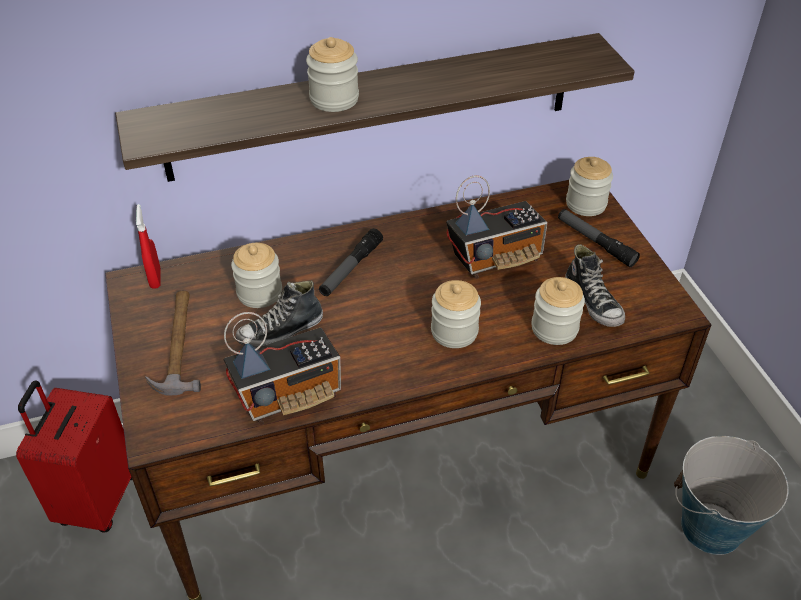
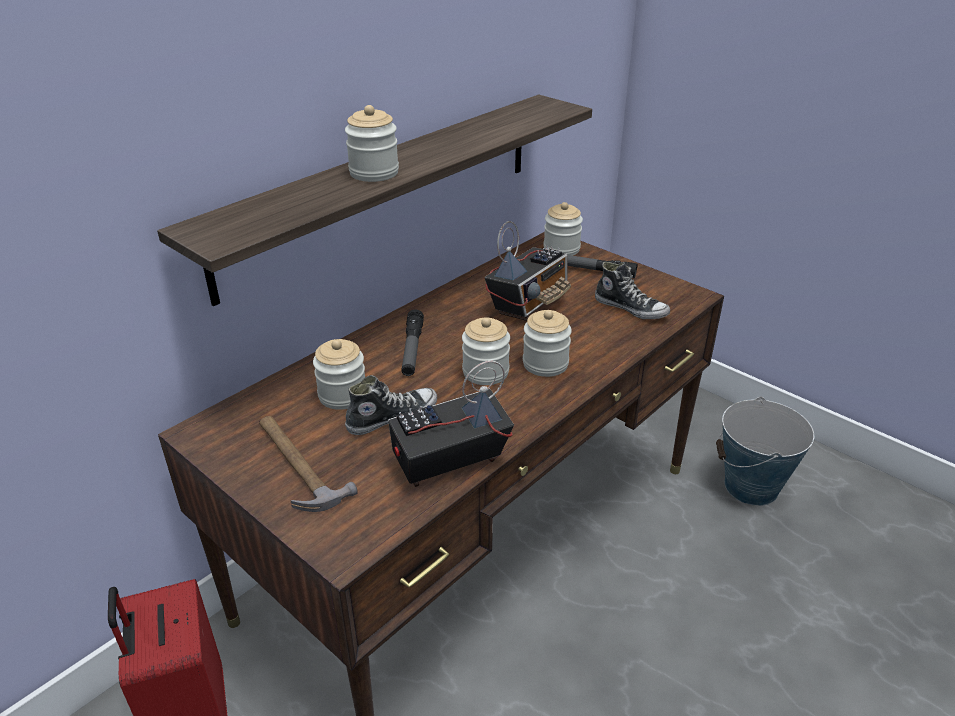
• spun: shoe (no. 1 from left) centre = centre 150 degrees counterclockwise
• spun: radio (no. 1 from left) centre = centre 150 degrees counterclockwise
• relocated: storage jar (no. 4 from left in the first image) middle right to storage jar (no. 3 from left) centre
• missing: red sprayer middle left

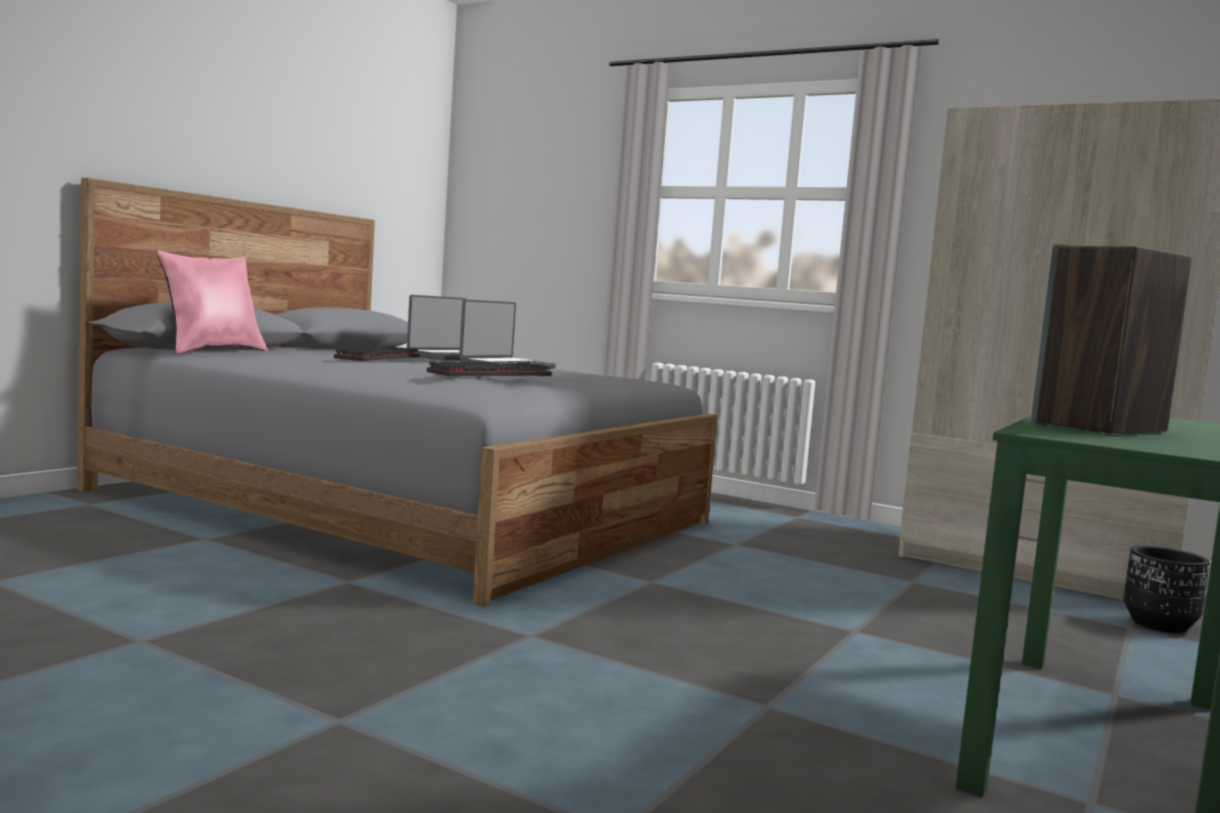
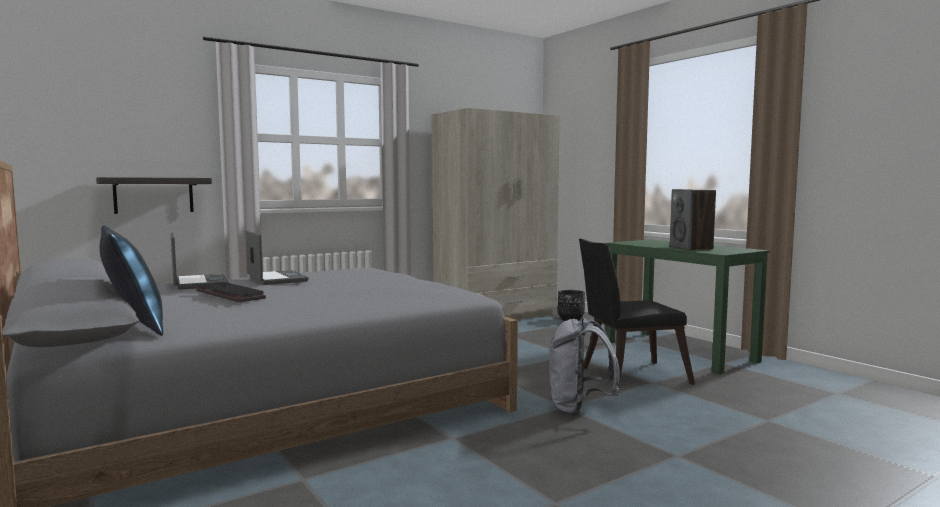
• appeared: wall shelf middle left
• colour: pink throw pillow middle left to blue-coloured throw pillow middle left
• appeared: greyish knapsack bottom centre
• appeared: black upright chair middle right
• missing: PC keyboard (no. 2 from left) centre

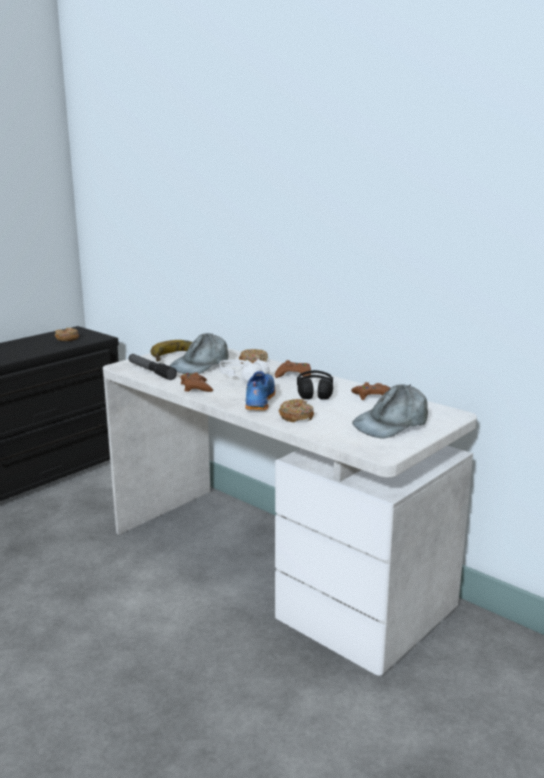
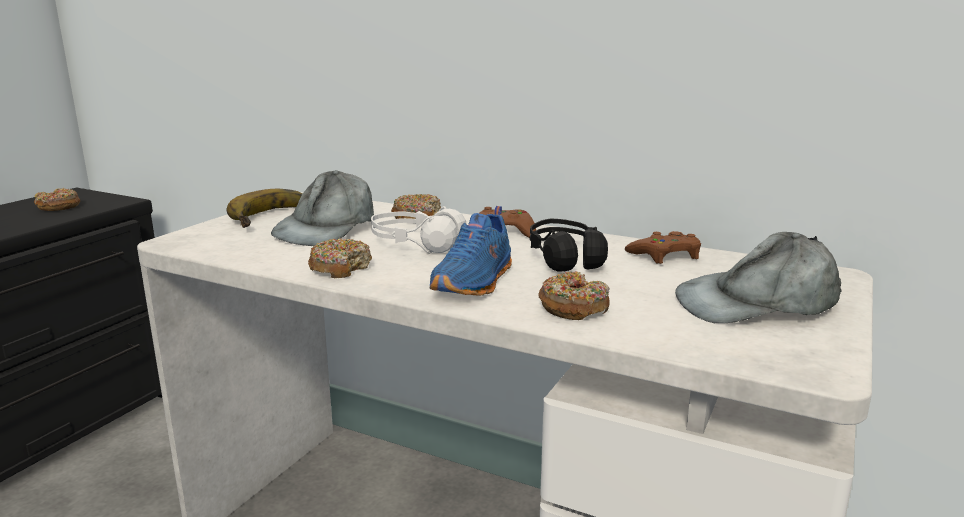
• exchanged: brown-coloured game controller (no. 1 from left) centre to doughnut (no. 2 from left) centre
• spun: blue-coloured shoe centre = centre 150 degrees counterclockwise
• spun: greyish baseball cap (no. 2 from left) middle right = middle right 45 degrees clockwise
• missing: torch middle left

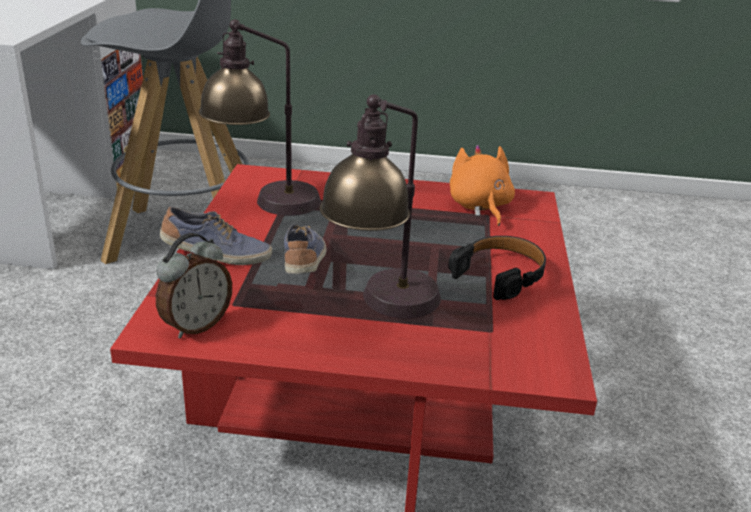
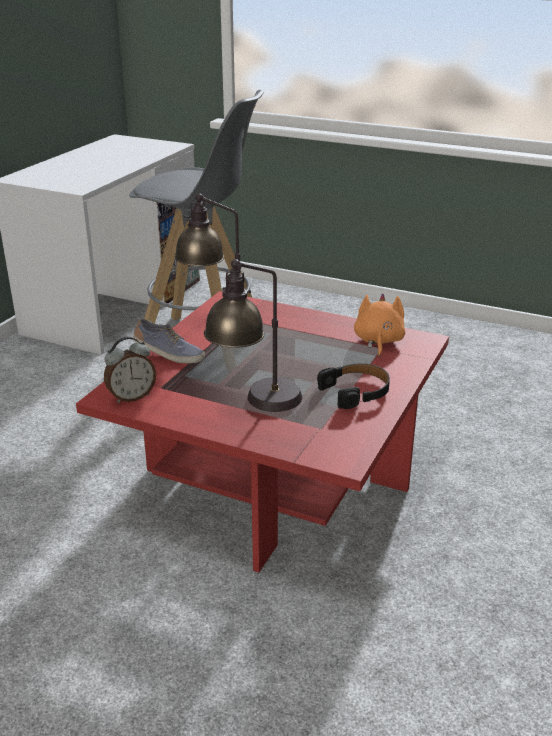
• missing: shoe (no. 2 from left) centre

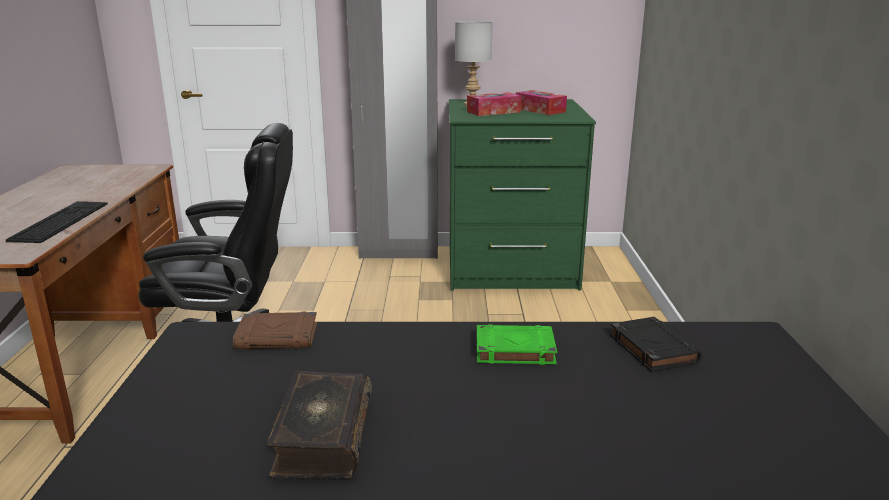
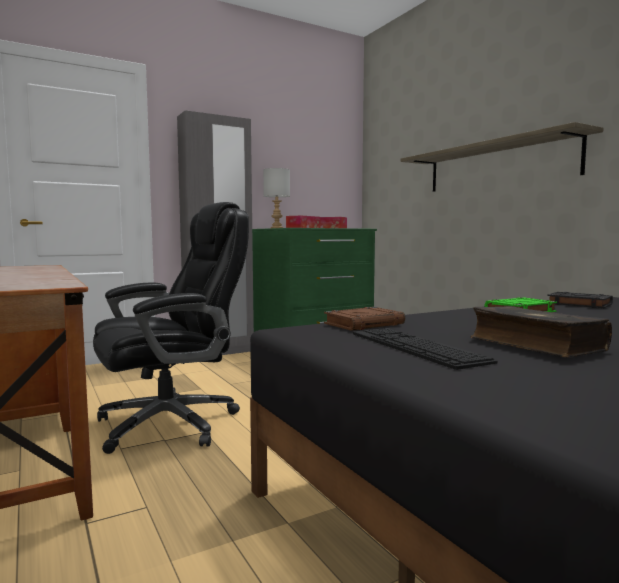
• relocated: PC keyboard middle left to middle right
• appeared: wall shelf top right

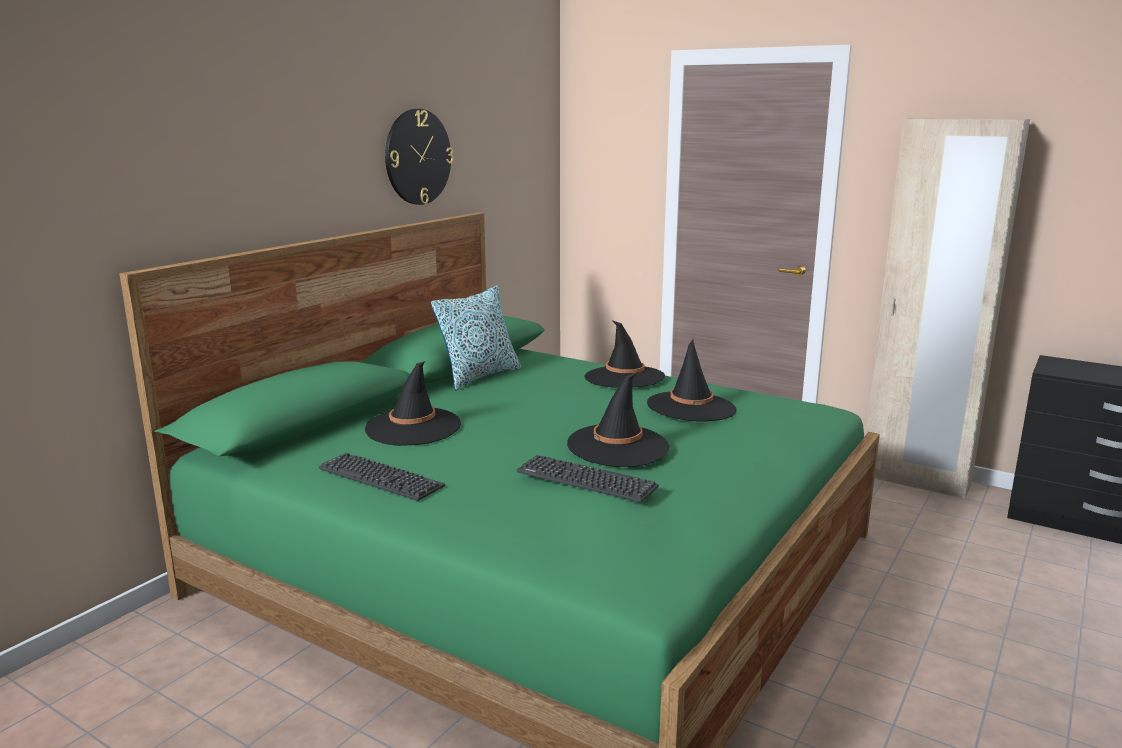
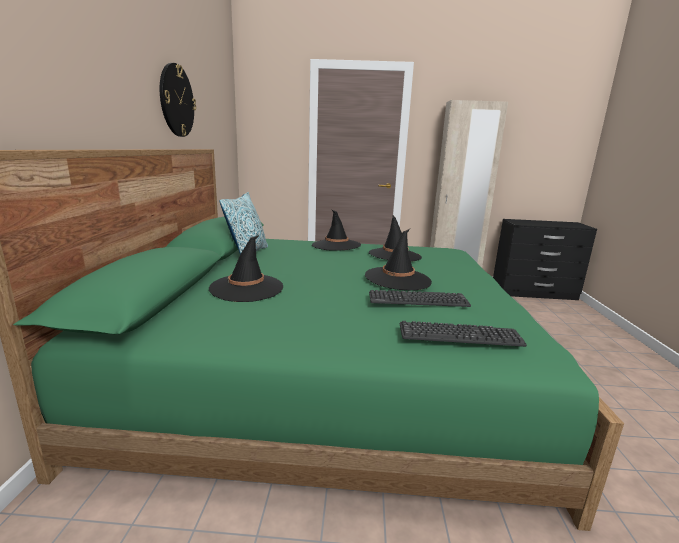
• relocated: PC keyboard (no. 1 from left in the first image) centre to PC keyboard (no. 2 from left) middle right

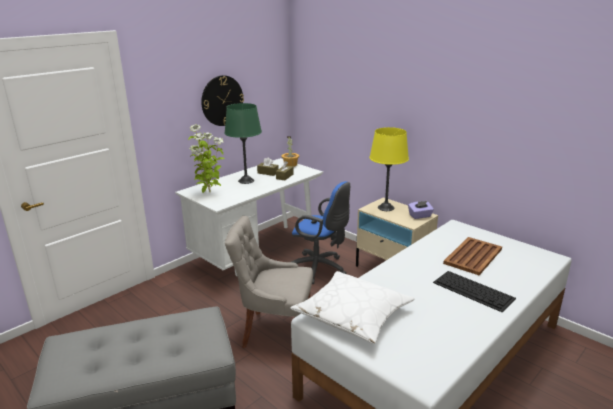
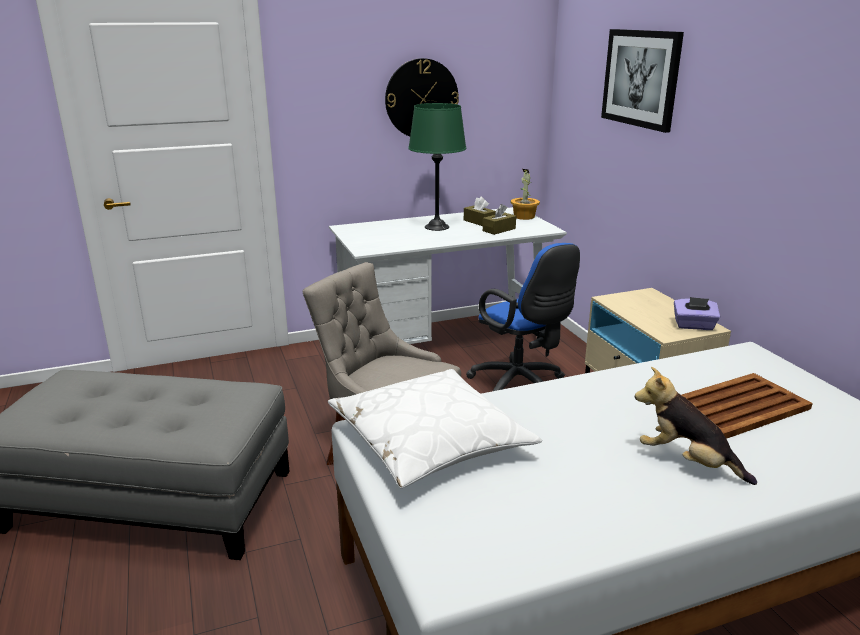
• appeared: wall art top right
• exchanged: PC keyboard bottom right to plush toy bottom right
• missing: houseplant (no. 1 from left) centre
• missing: yellowish lamp for a table centre

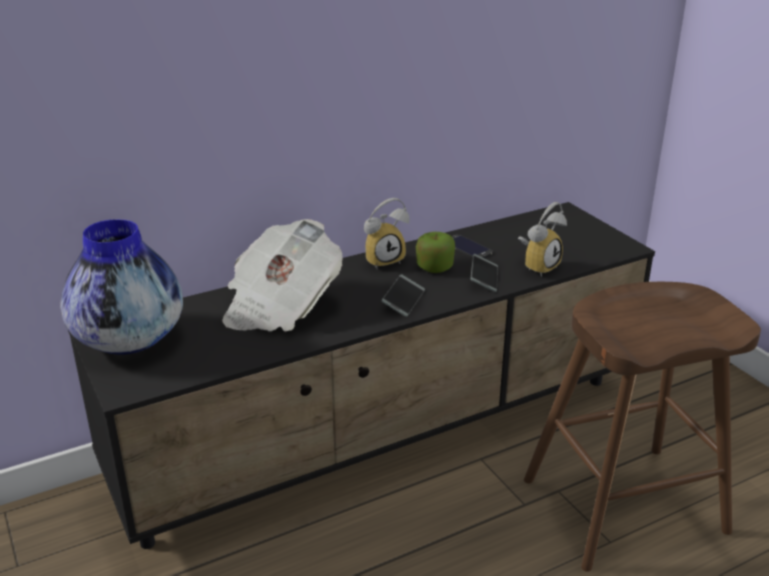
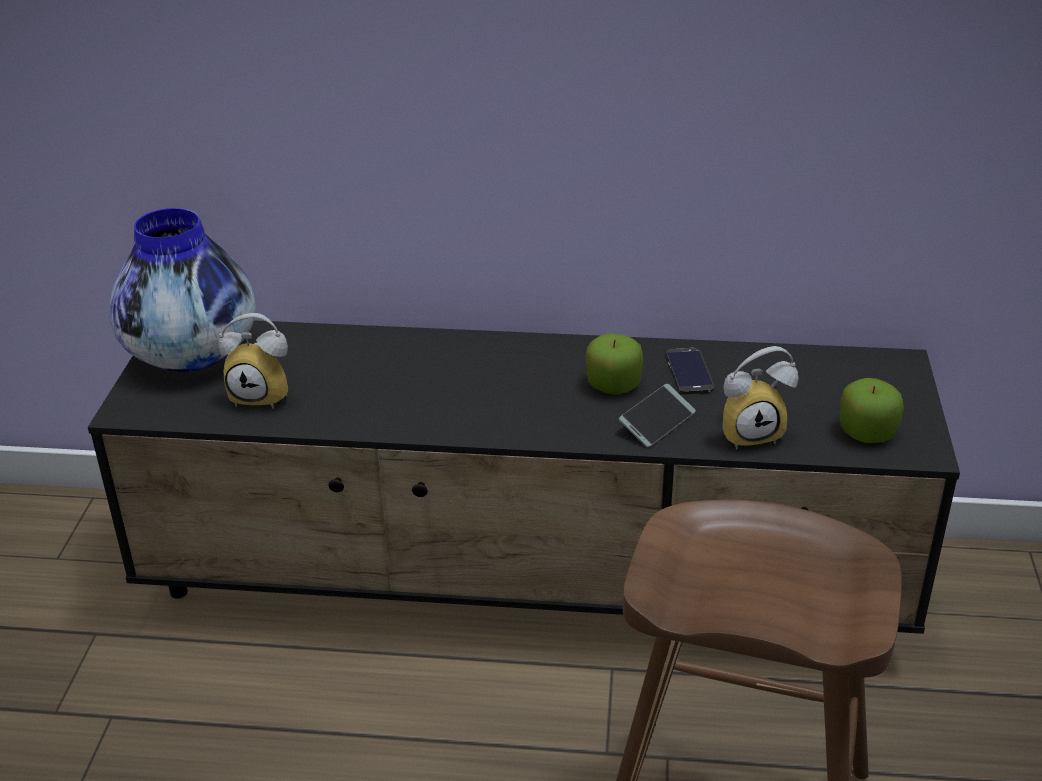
• relocated: alarm clock (no. 1 from left) centre to middle left
• appeared: apple fruit (no. 2 from left) middle right
• missing: printed paper centre
• missing: phone (no. 1 from left) centre

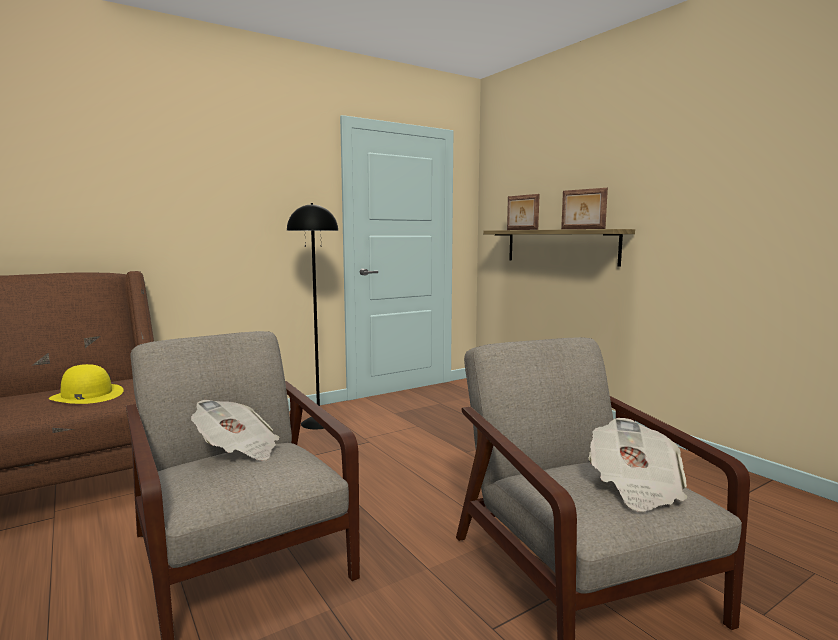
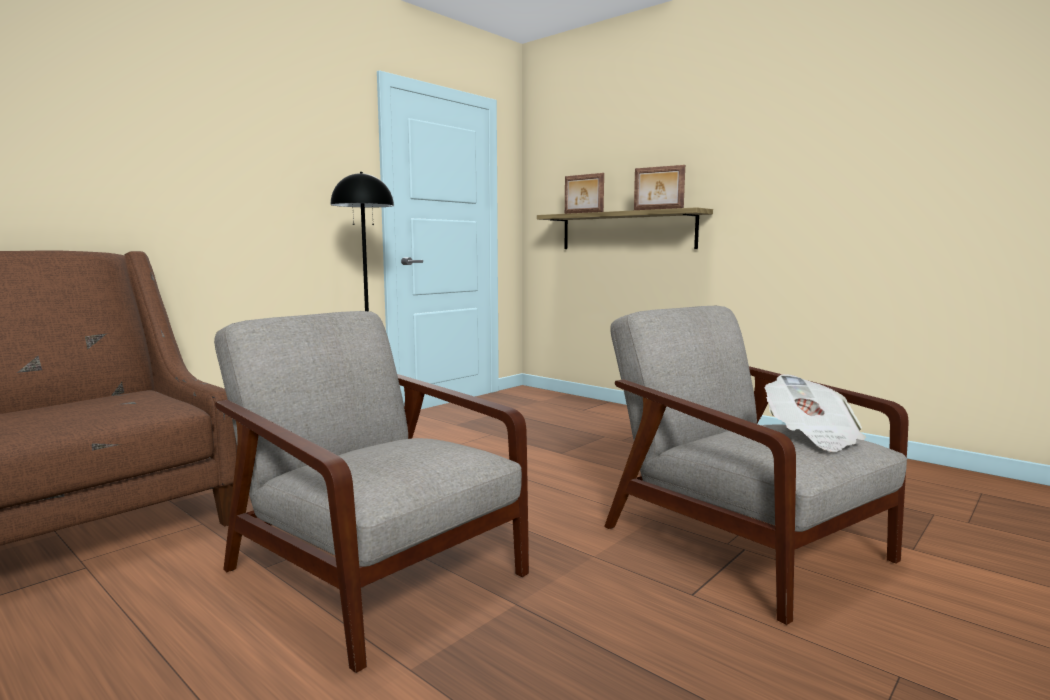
• missing: yellowish wearable hat middle left
• missing: printed paper (no. 1 from left) bottom left

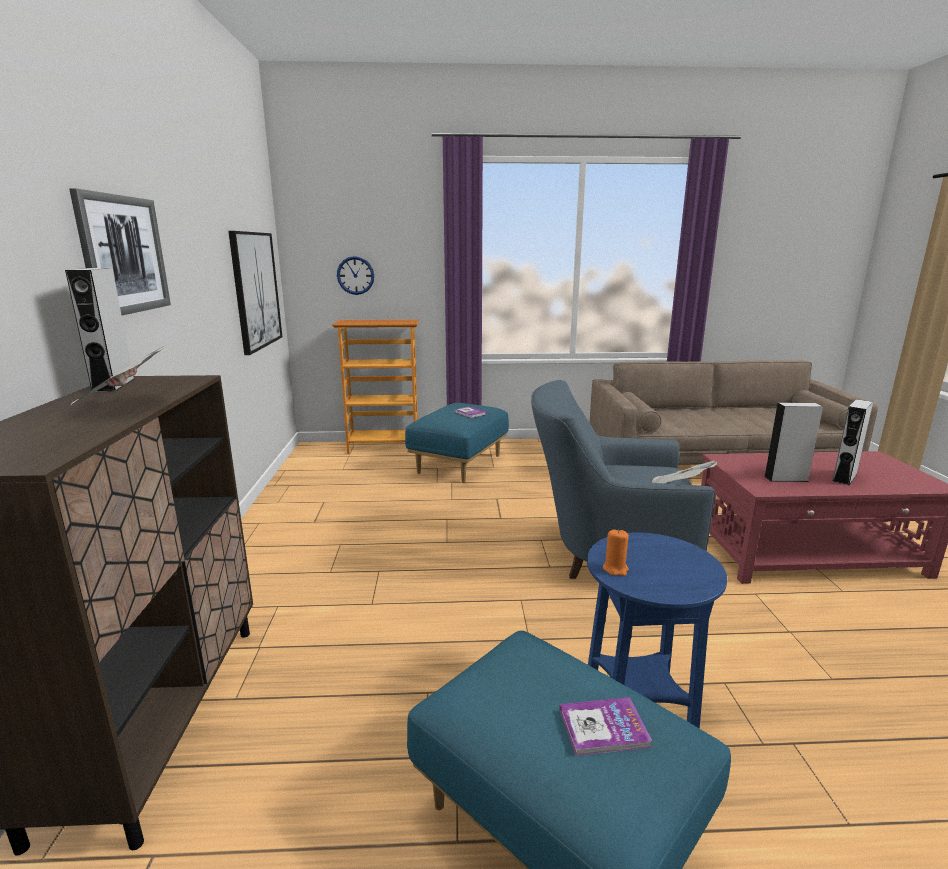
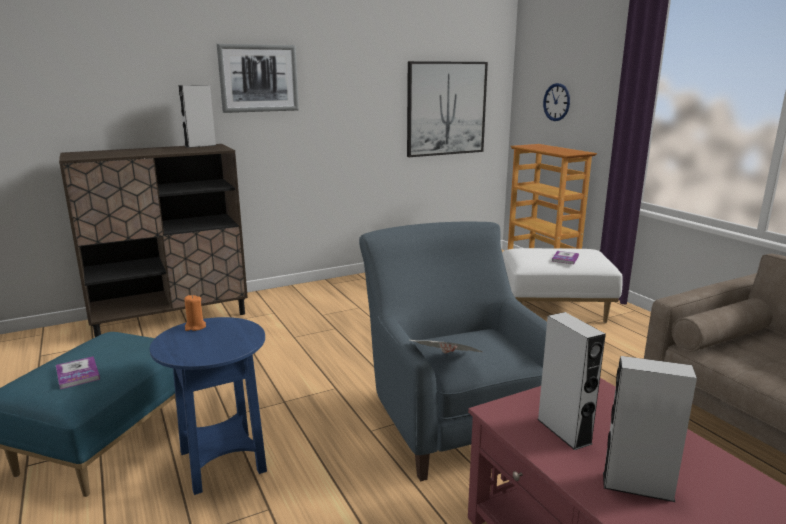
• colour: blue-coloured footrest (no. 1 from left) centre to white-coloured footrest middle right
• missing: printed paper (no. 1 from left) middle left

